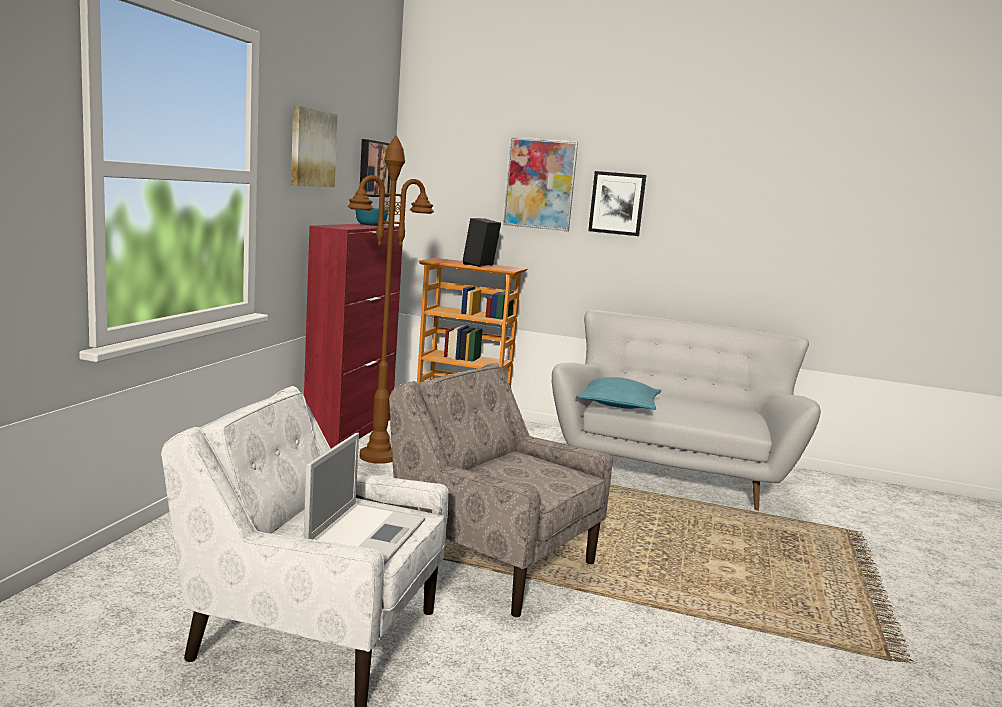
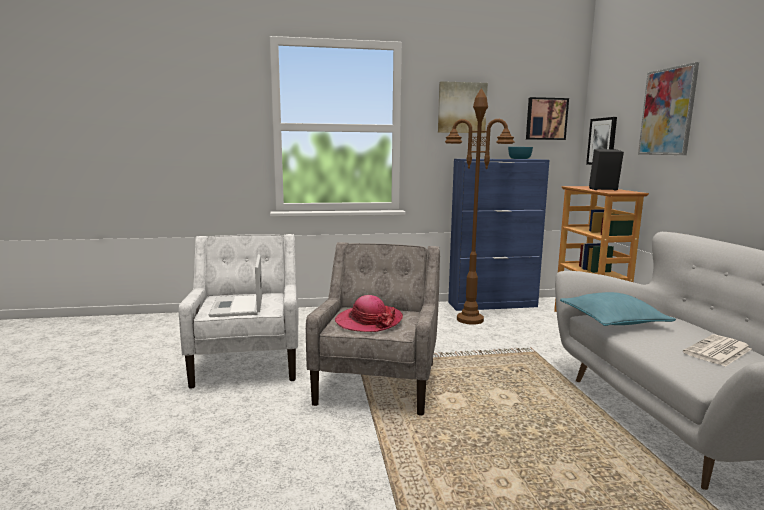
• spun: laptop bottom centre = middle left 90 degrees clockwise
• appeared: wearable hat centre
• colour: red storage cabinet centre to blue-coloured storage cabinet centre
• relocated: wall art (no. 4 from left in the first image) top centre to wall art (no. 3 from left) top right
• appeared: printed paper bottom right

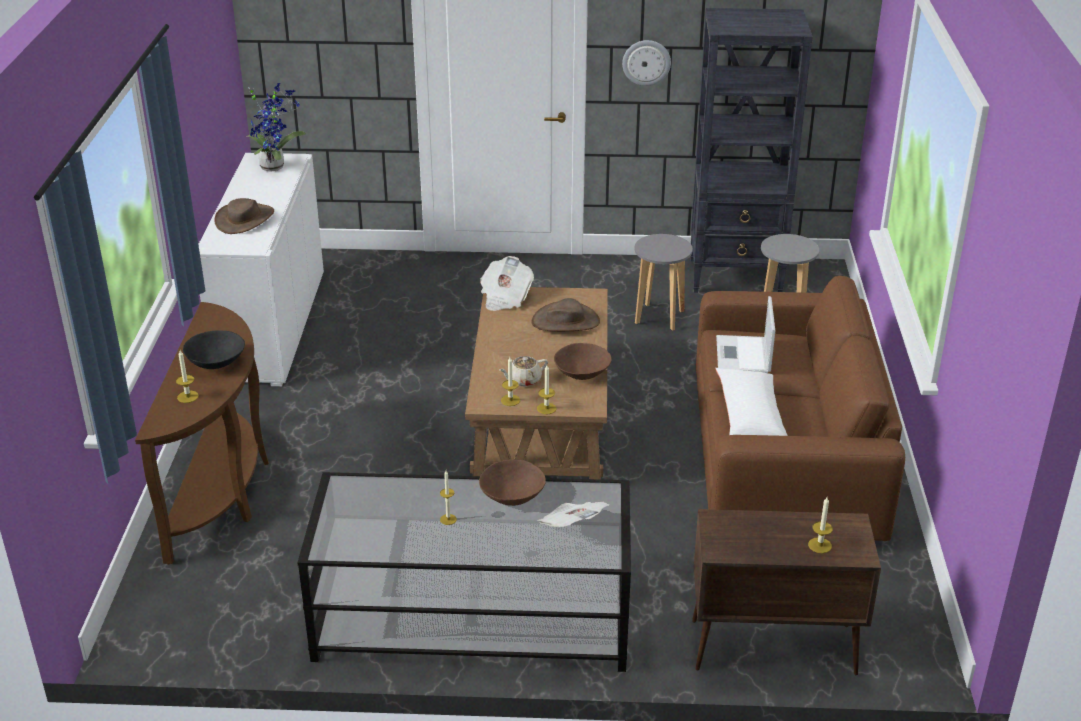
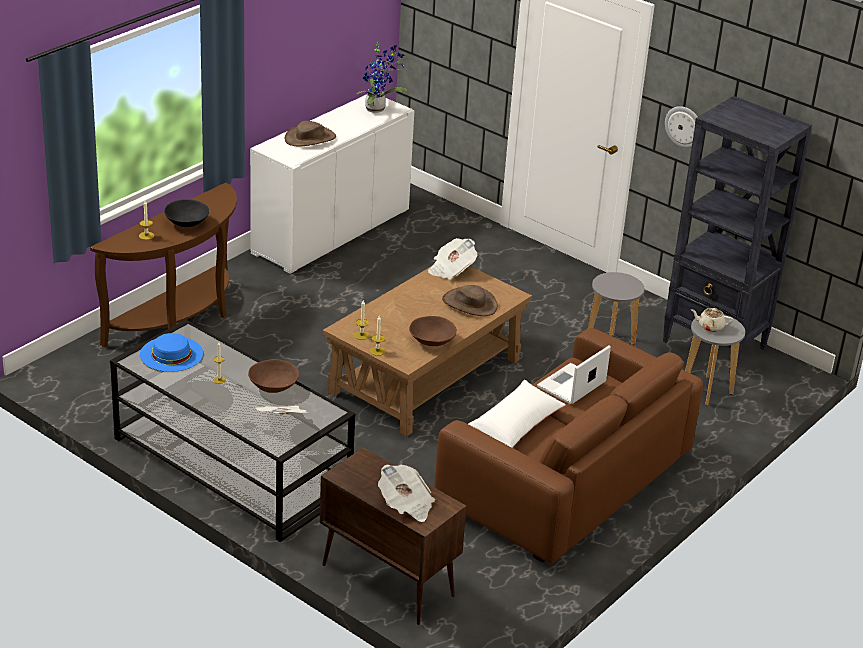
• appeared: blue-coloured wearable hat middle left
• exchanged: wax candle (no. 5 from left) bottom right to printed paper (no. 2 from left) bottom centre
• relocated: beige-coloured tea pot centre to middle right

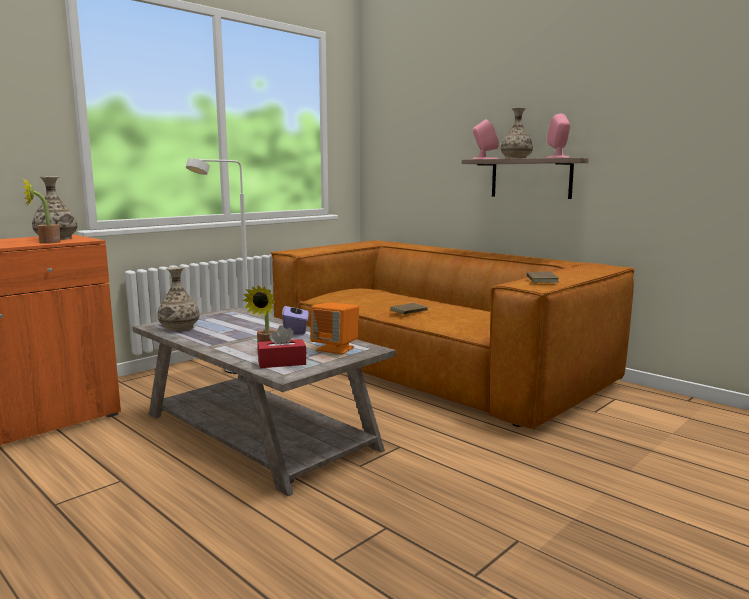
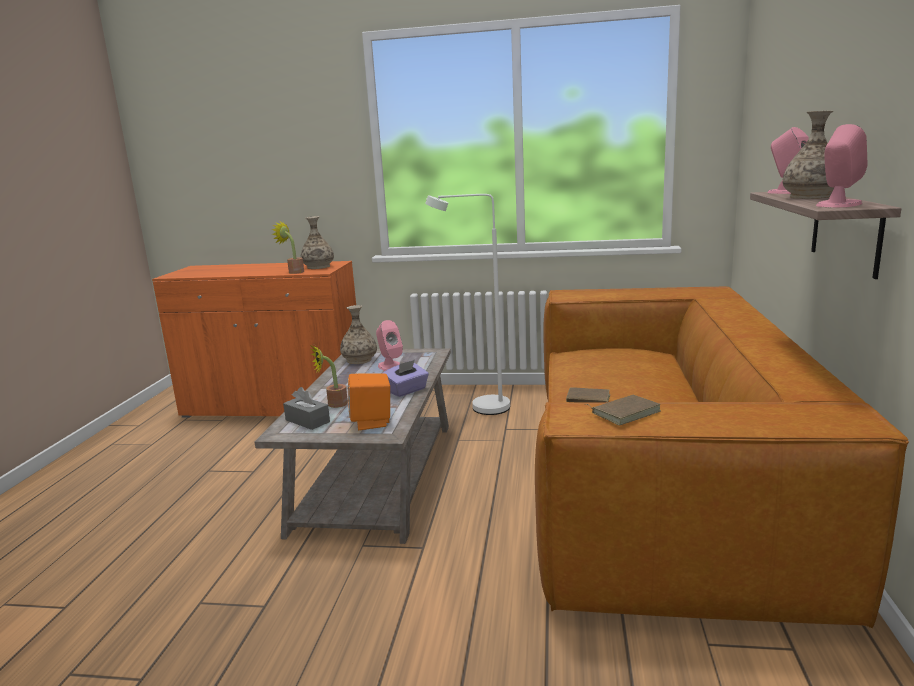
• colour: red tissue holder centre to greyish tissue holder centre
• appeared: pink speaker (no. 1 from left) centre

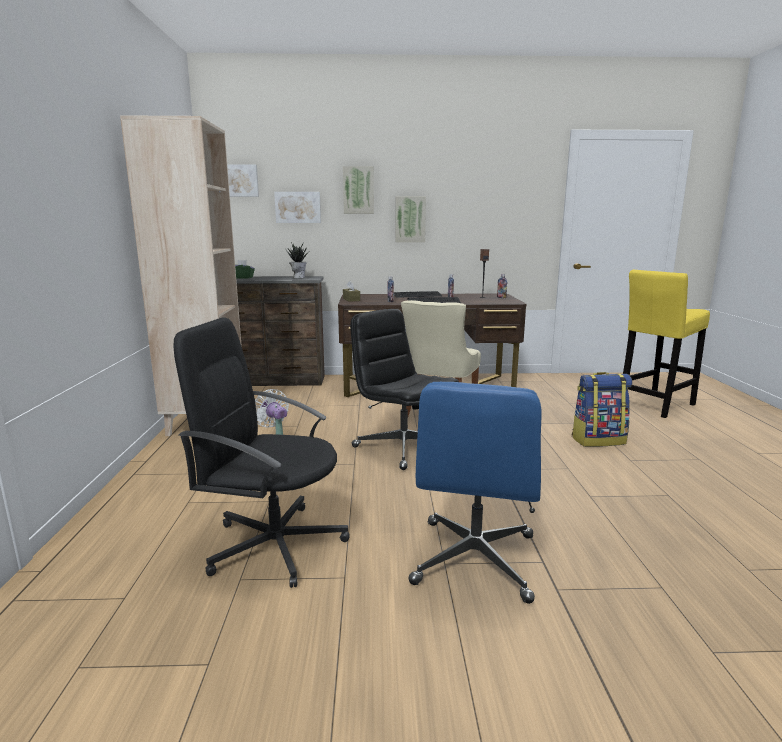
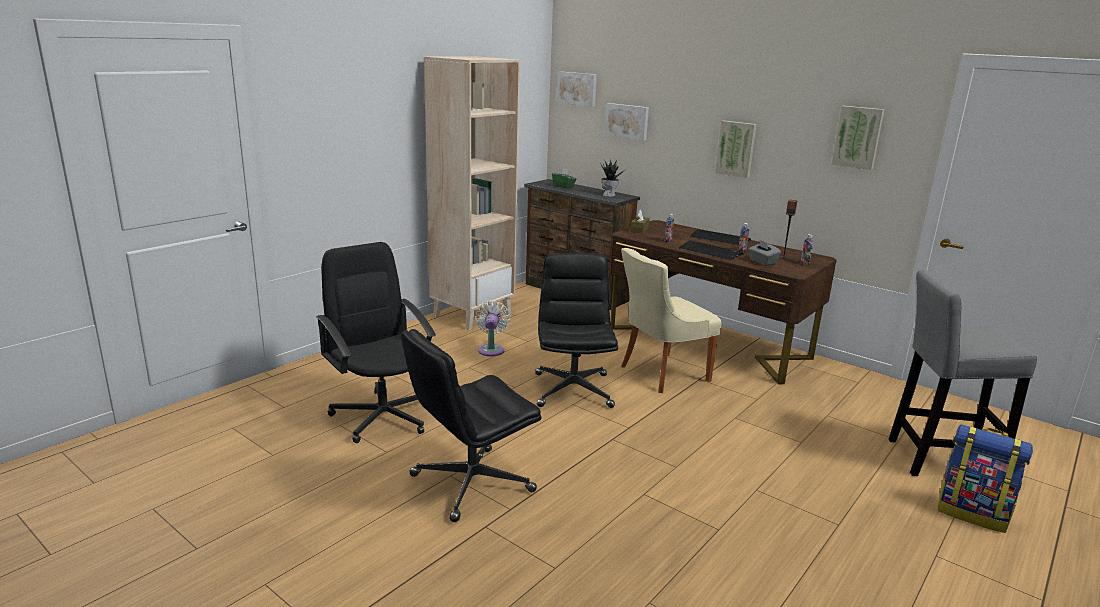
• colour: blue-coloured desk chair centre to black desk chair (no. 2 from left) bottom centre
• appeared: greyish tissue holder middle right
• relocated: wall art (no. 3 from left in the first image) top centre to wall art (no. 4 from left) top right
• colour: yellowish stool middle right to greyish stool middle right
• relocated: knapsack middle right to bottom right

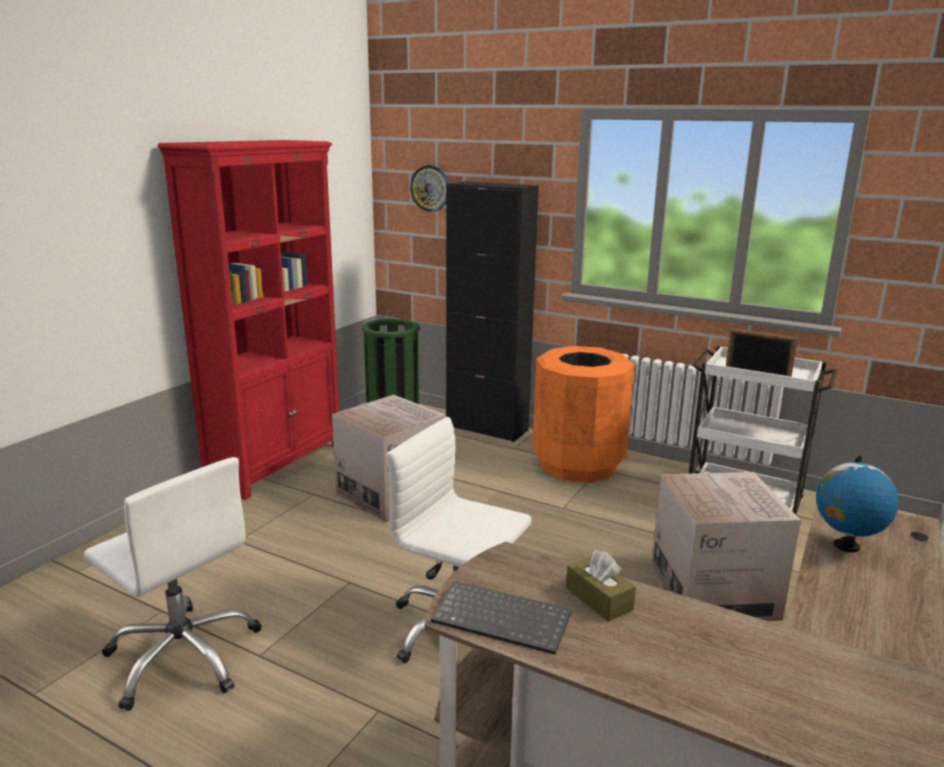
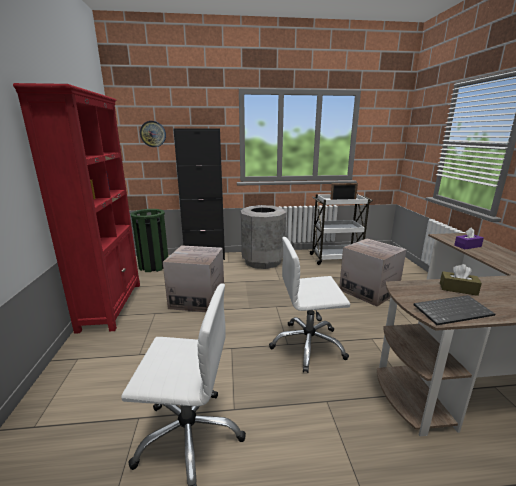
• colour: orangey rubbish bin centre to greyish rubbish bin centre
• exchanged: globe middle right to purplish tissue holder middle right

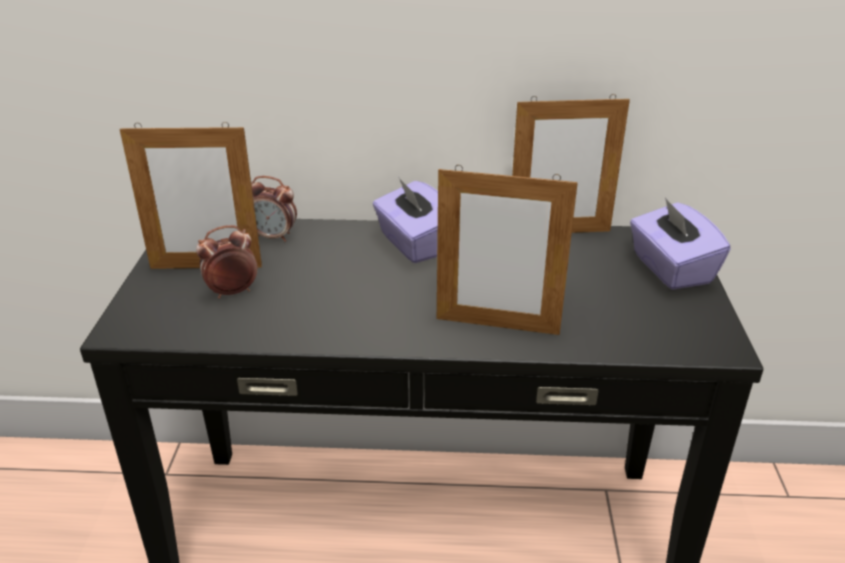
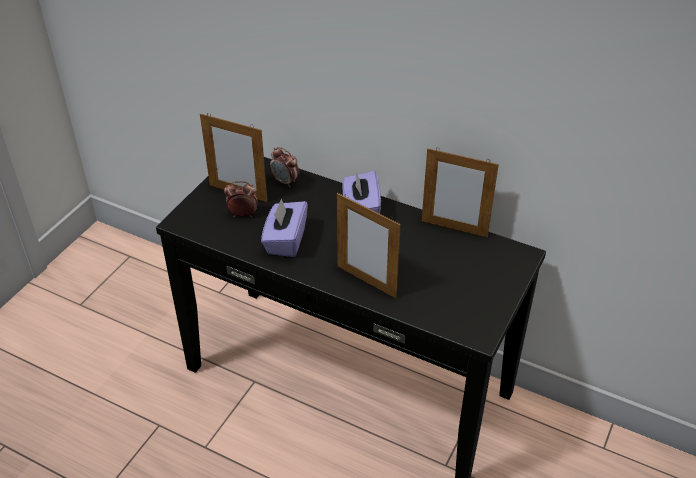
• relocated: purplish tissue holder (no. 2 from left in the first image) middle right to purplish tissue holder (no. 1 from left) centre

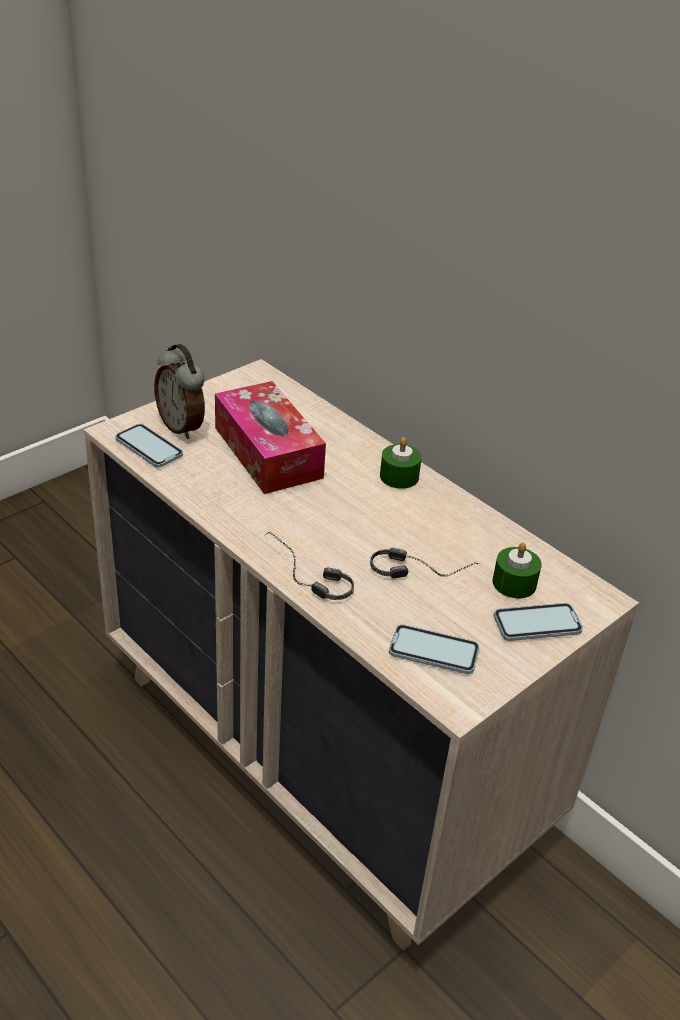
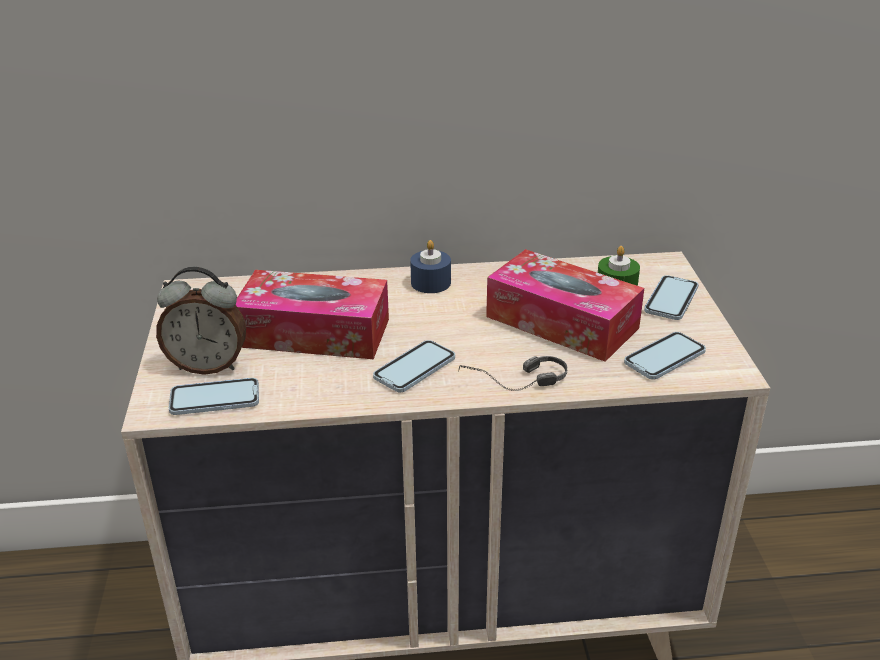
• appeared: phone (no. 2 from left) centre
• colour: green wax candle (no. 1 from left) centre to blue-coloured wax candle centre
• exchanged: pair of headphones (no. 2 from left) centre to tissue holder (no. 2 from left) centre

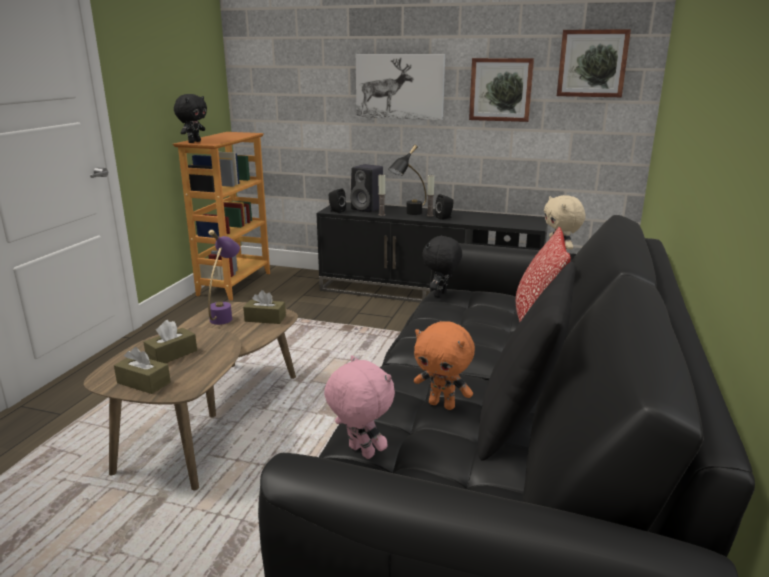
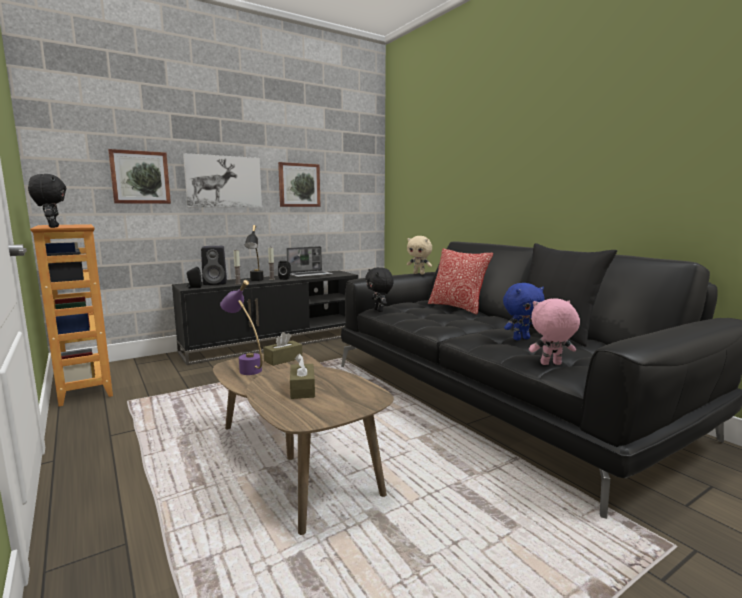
• relocated: wall art (no. 3 from left in the first image) top right to wall art (no. 1 from left) top left
• appeared: laptop centre
• colour: orangey plush toy centre to blue-coloured plush toy middle right
• missing: brown-coloured tissue holder (no. 1 from left) middle left

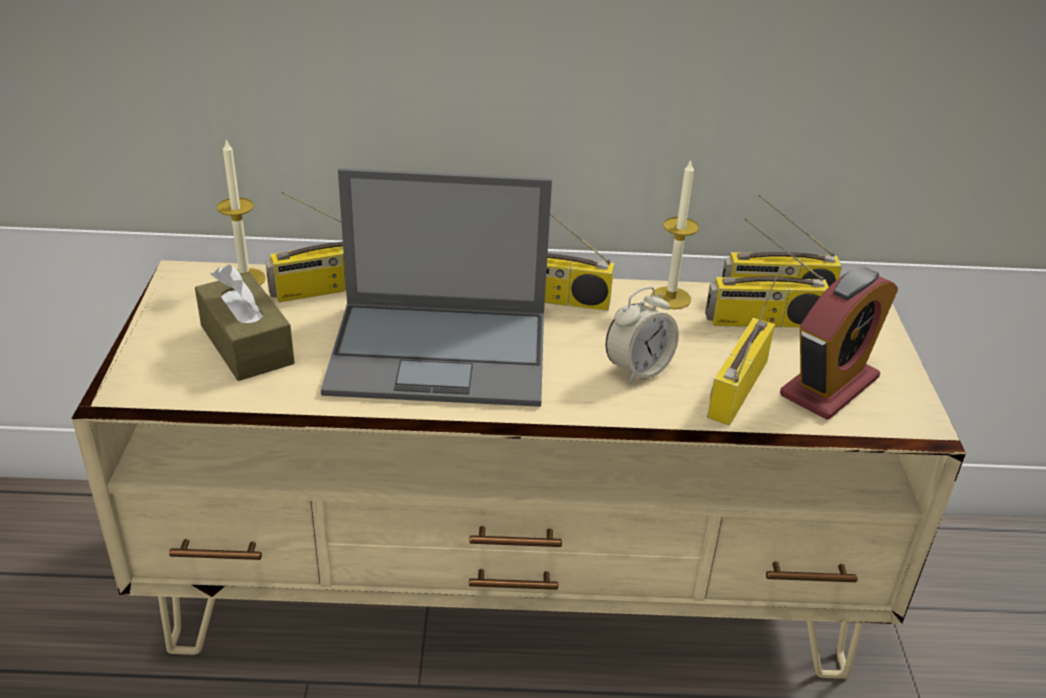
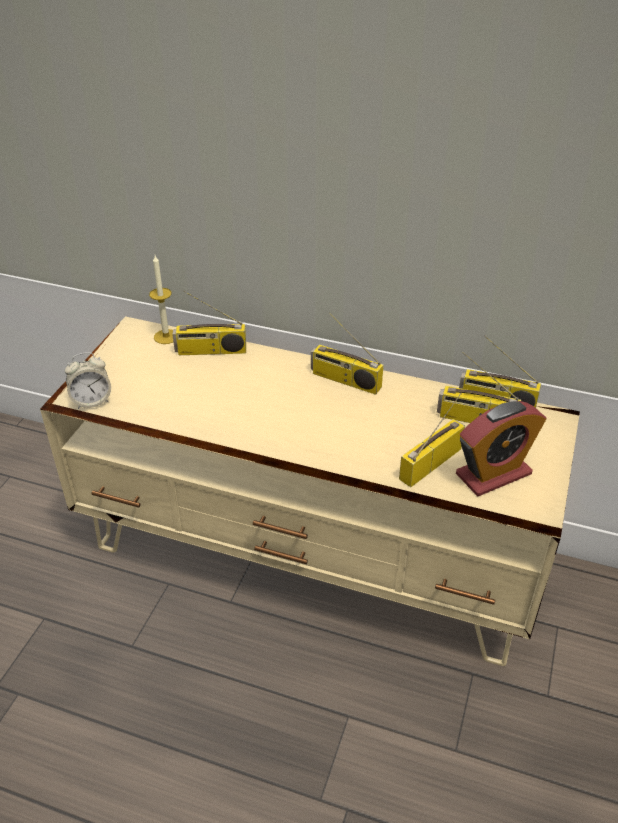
• relocated: alarm clock (no. 1 from left) centre to middle left
• missing: brown-coloured tissue holder middle left
• missing: laptop centre
• missing: wax candle (no. 2 from left) centre

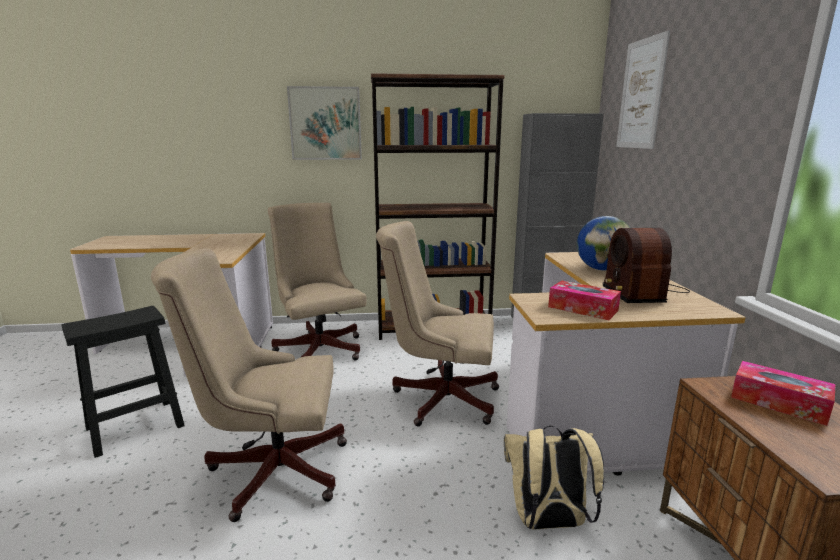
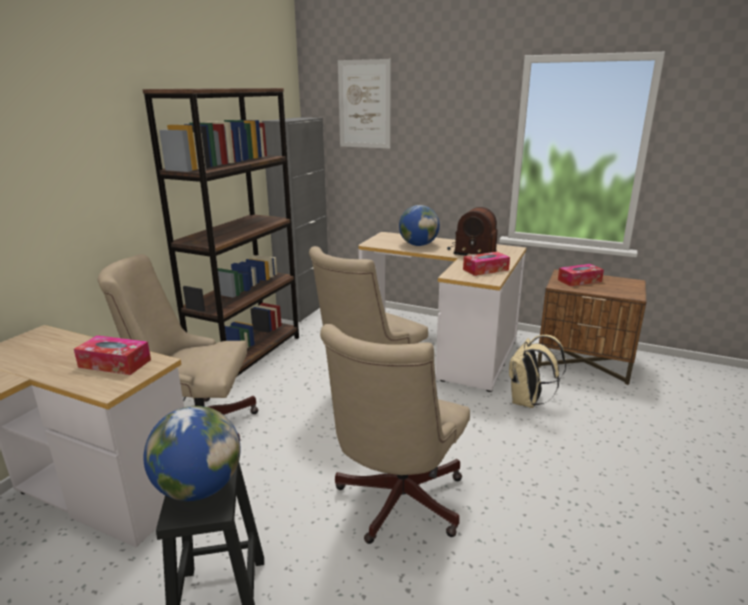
• appeared: tissue holder (no. 1 from left) middle left
• appeared: globe (no. 1 from left) bottom left
• missing: wall art (no. 1 from left) top centre

